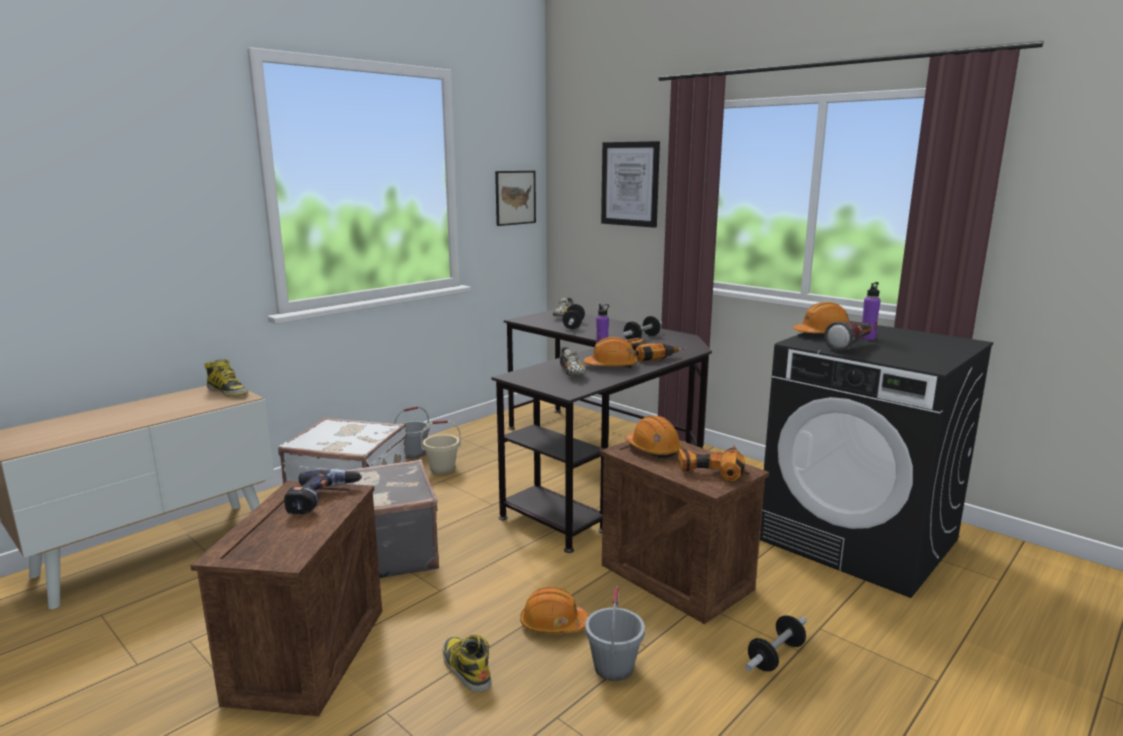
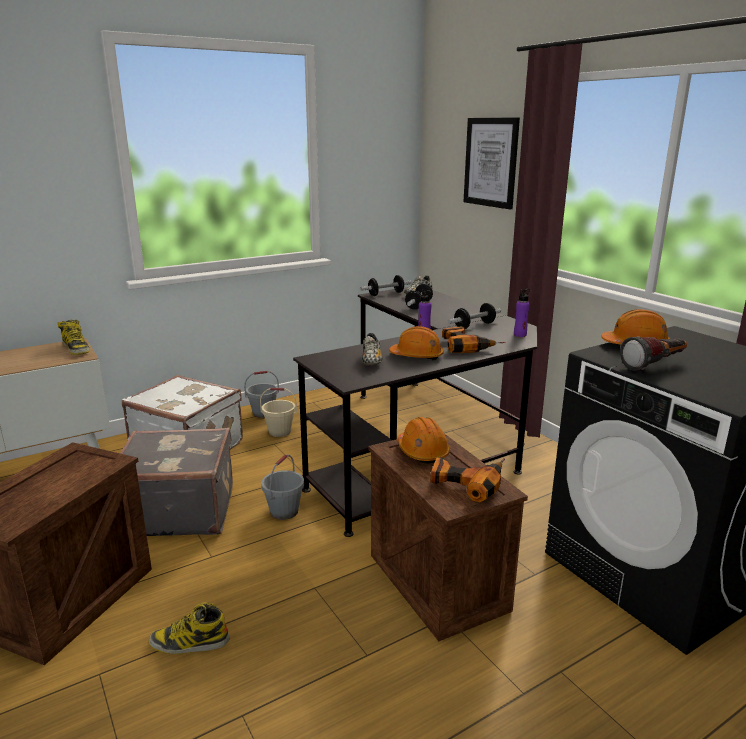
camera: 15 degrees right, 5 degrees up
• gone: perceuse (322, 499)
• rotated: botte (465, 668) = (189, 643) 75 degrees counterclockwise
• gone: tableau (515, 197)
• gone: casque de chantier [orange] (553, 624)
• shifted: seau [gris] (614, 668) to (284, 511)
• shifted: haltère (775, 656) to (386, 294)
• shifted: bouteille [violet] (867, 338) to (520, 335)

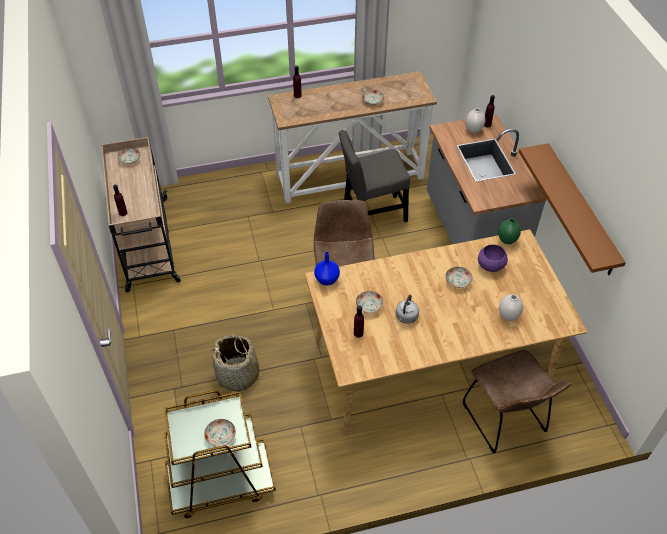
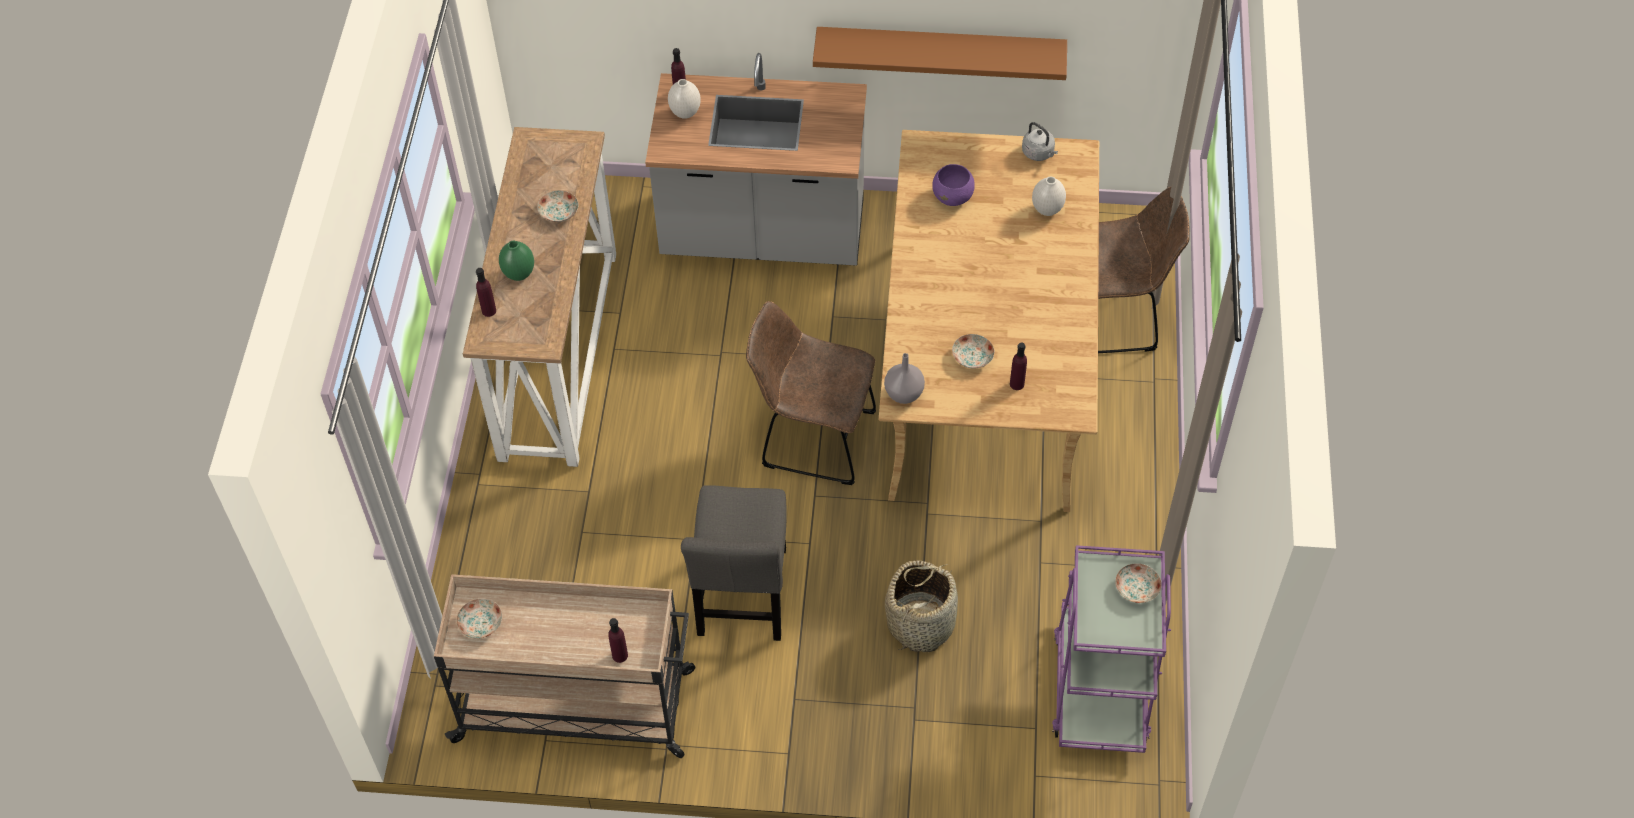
camera: 70 degrees left, 5 degrees up
• repainted: chariot [marron] (220, 482) to chariot [violet] (1100, 687)
• repainted: vase [bleu] (327, 279) to vase [gris] (903, 393)
• shifted: chaise [gris] (371, 214) to (743, 598)
• shifted: bouilloire [gris] (406, 317) to (1039, 153)
• gone: assiette (458, 281)
• shifted: vase [vert] (507, 240) to (518, 274)

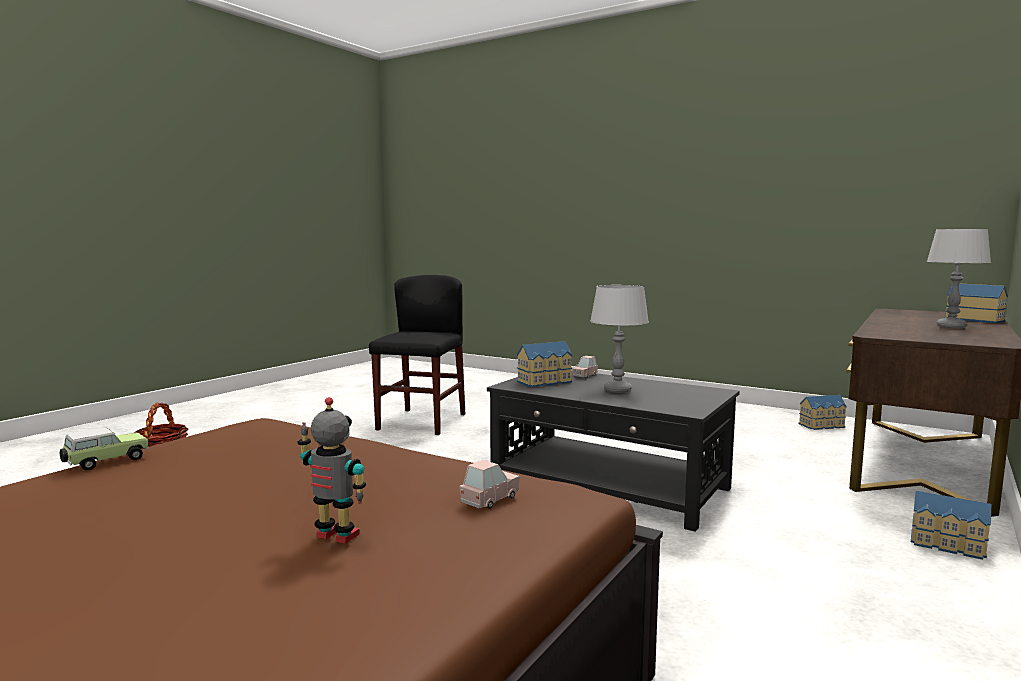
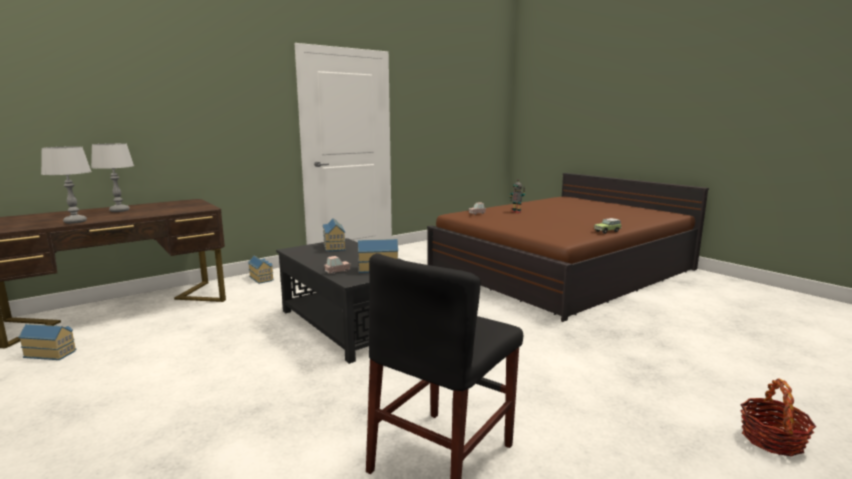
camera: 160 degrees left, 5 degrees up
• shifted: lampe de table [gris] (617, 390) to (75, 222)
• shifted: maison miniature (974, 319) to (333, 247)

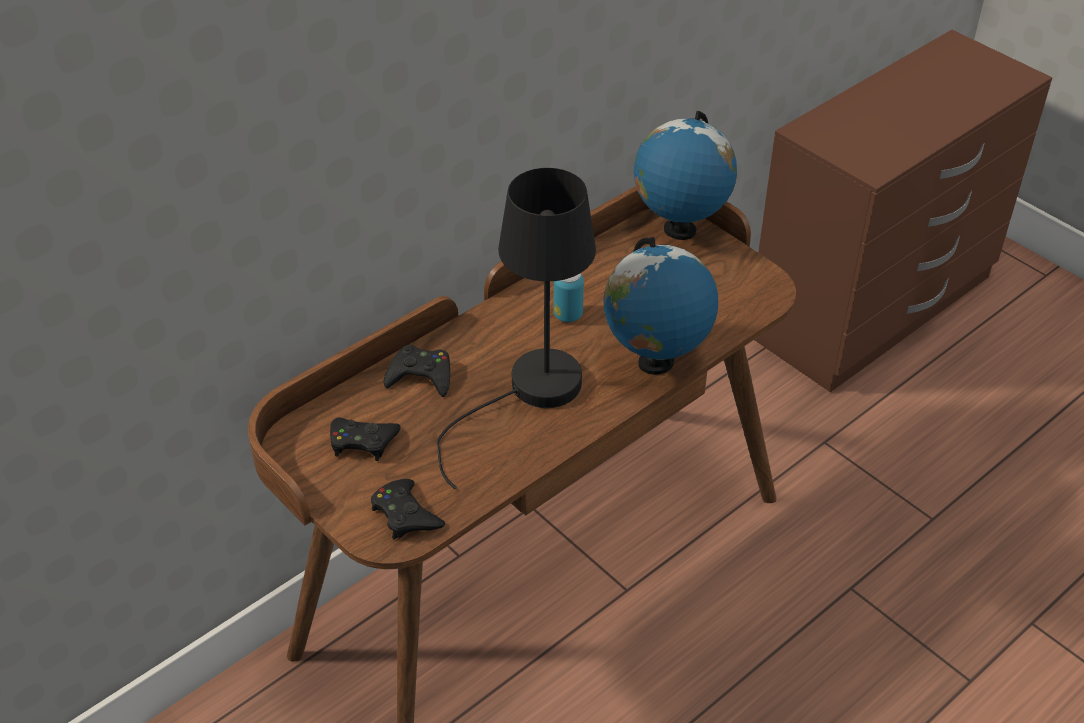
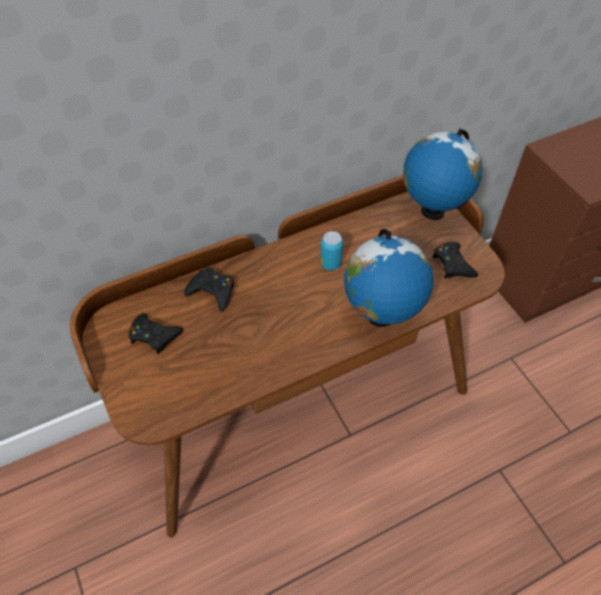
camera: 15 degrees right, 10 degrees up
• shifted: manette [noir] (405, 515) to (453, 264)
• gone: lampe de table [noir] (529, 394)

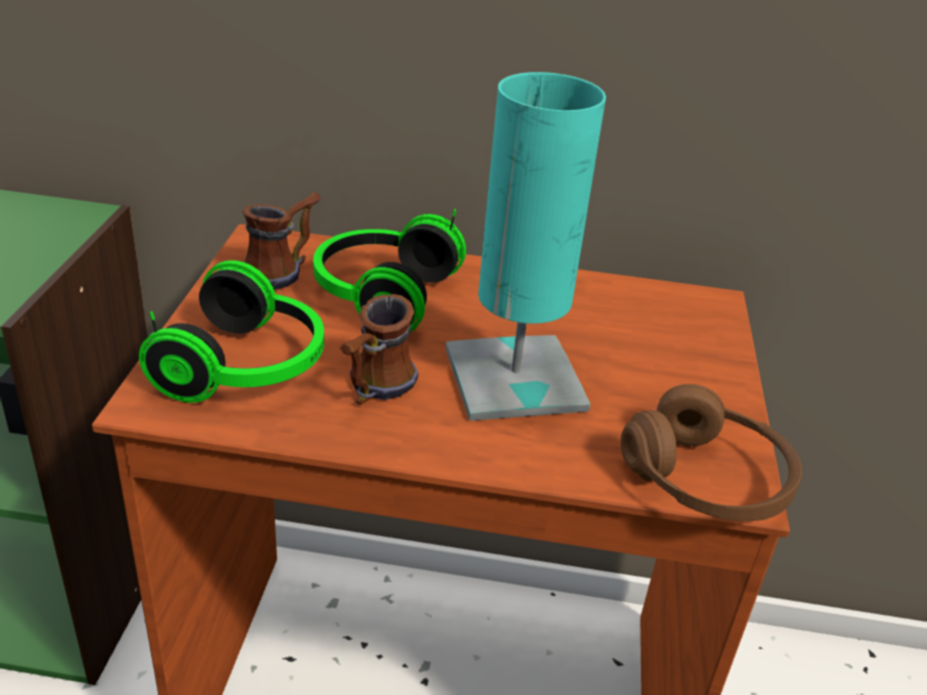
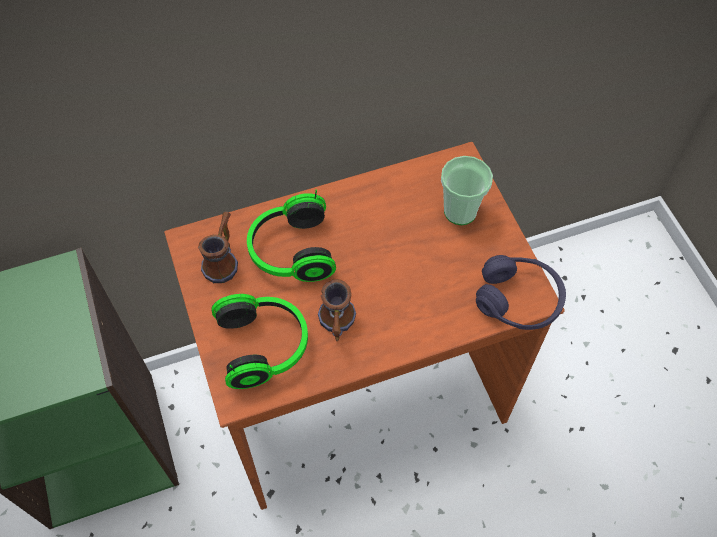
camera: 25 degrees left, 25 degrees up
• gone: lampe de table [turquoise] (514, 379)
• repainted: casque audio [marron] (706, 480) to casque audio [violet] (518, 300)
• new: tasse (460, 211)

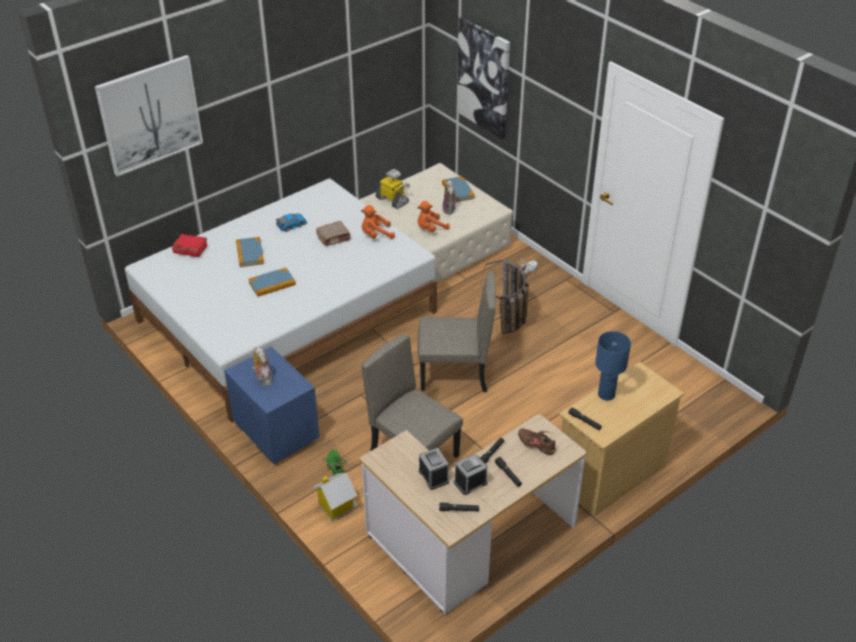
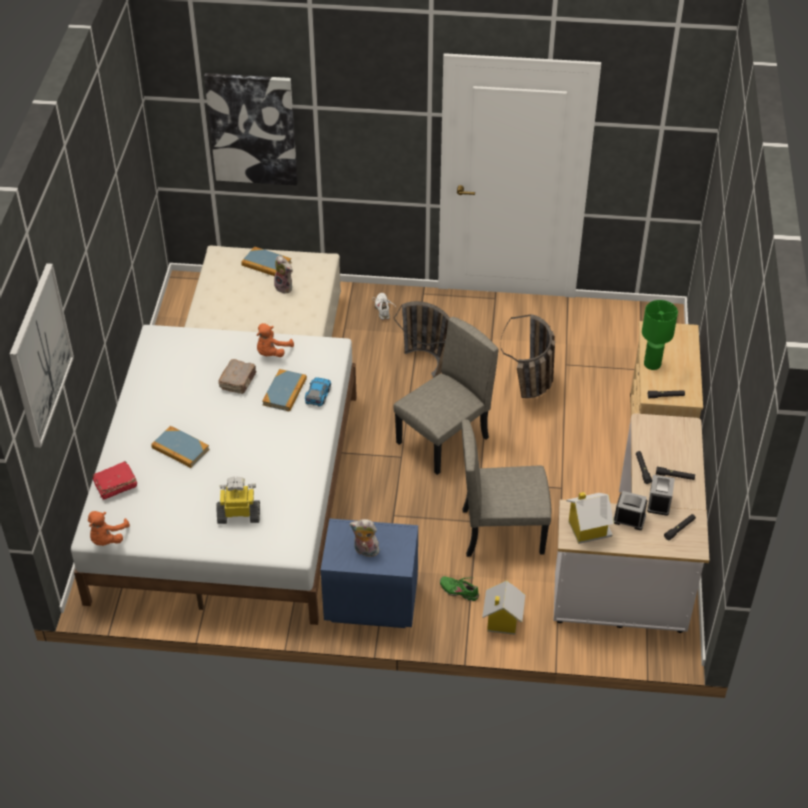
camera: 45 degrees left, 5 degrees up
• shifted: livre (272, 284) to (285, 392)
• shifted: petite voiture (292, 225) to (318, 394)
• shifted: robot jouet (392, 200) to (239, 514)
• shifted: peluche [orange] (430, 229) to (107, 538)
• gone: chaussure [marron] (536, 444)
• repainted: lampe de table [bleu] (606, 394) to lampe de table [vert] (651, 364)
• new: panier (531, 390)
• new: maison miniature (587, 529)

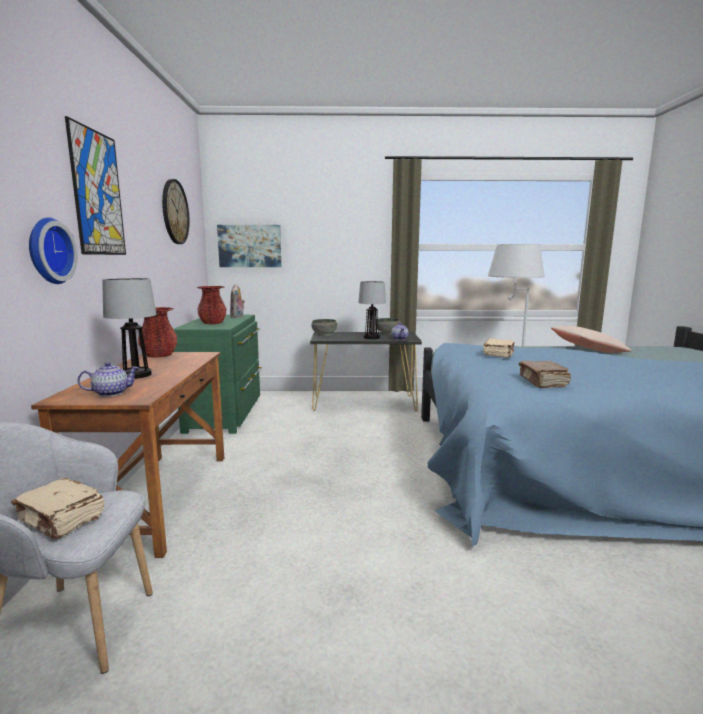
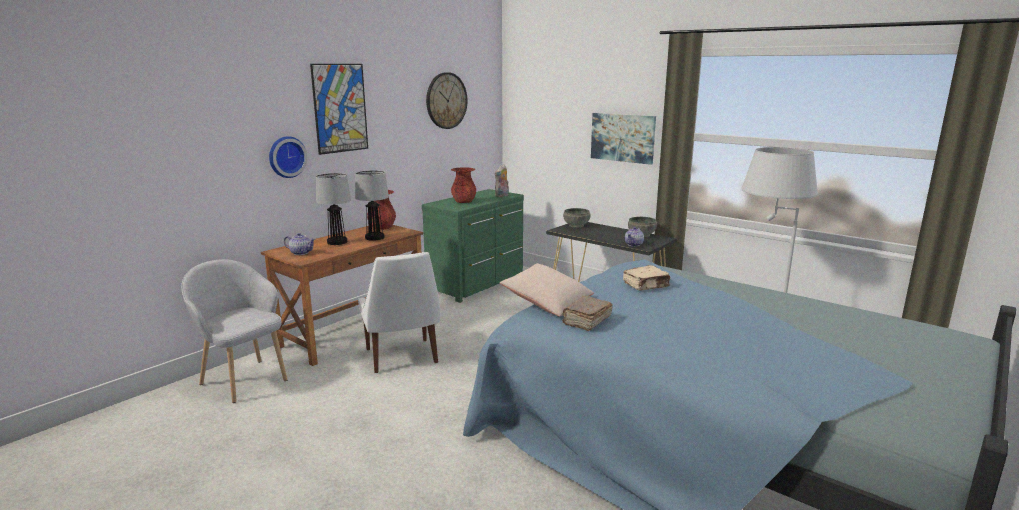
camera: 40 degrees right, 5 degrees up
• gone: livre [beige] (61, 519)
• shifted: tableau (250, 246) to (623, 137)
• shifted: lampe de table (371, 337) to (375, 237)
• shifted: coussin [beige] (587, 350) to (547, 302)
• new: chaise [blanc] (402, 357)

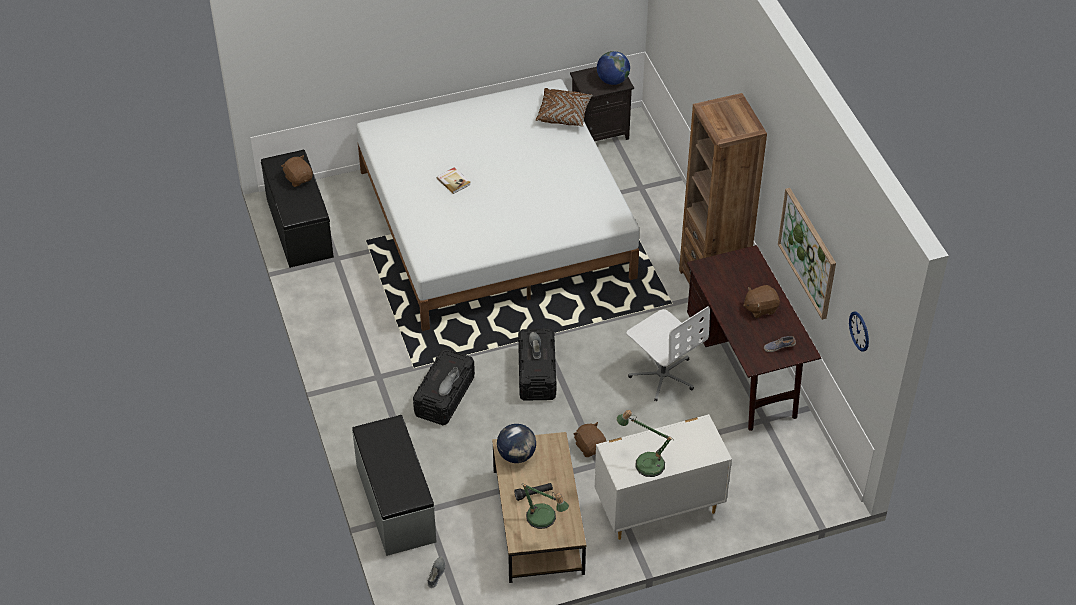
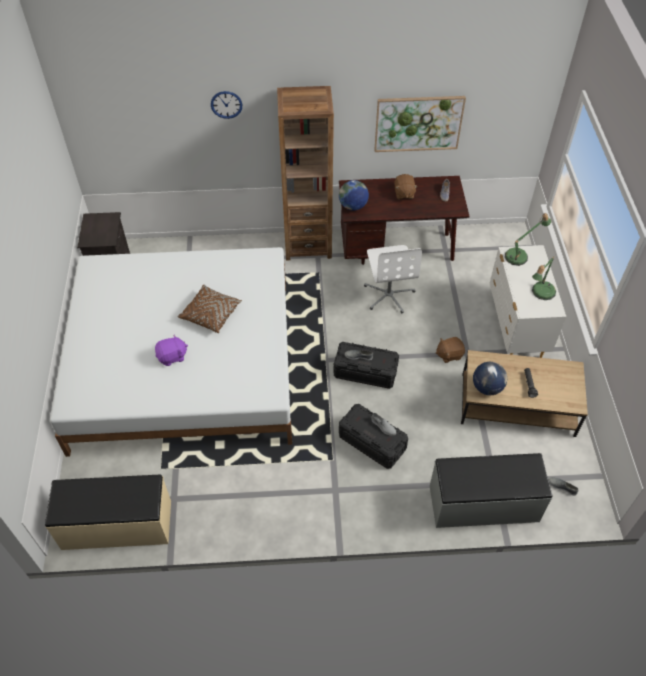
camera: 75 degrees left, 5 degrees up
• repainted: banc [noir] (298, 228) to banc [beige] (117, 525)
• gone: peluche [marron] (299, 178)
• swapped: livre (453, 181) to peluche [violet] (172, 357)
• shifted: lampe de table (544, 520) to (519, 256)
• shifted: coussin [marron] (564, 114) to (211, 314)
• shifted: globe (612, 80) to (353, 206)
• rotated: chaise de bureau [blanc] (663, 375) = (389, 294) 105 degrees clockwise
• shifted: horloge murale (859, 331) to (226, 104)

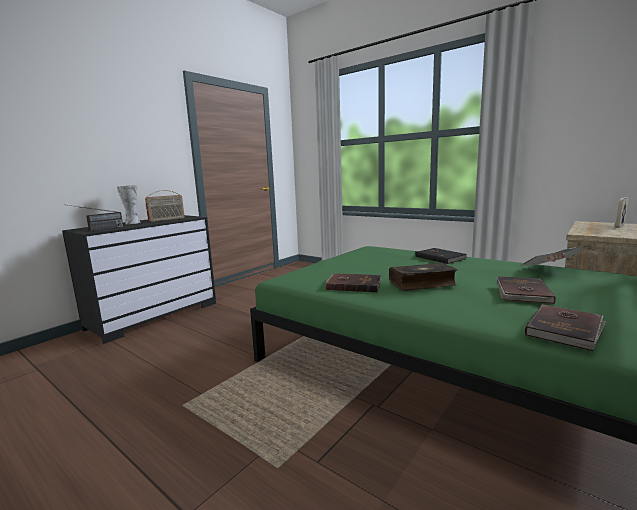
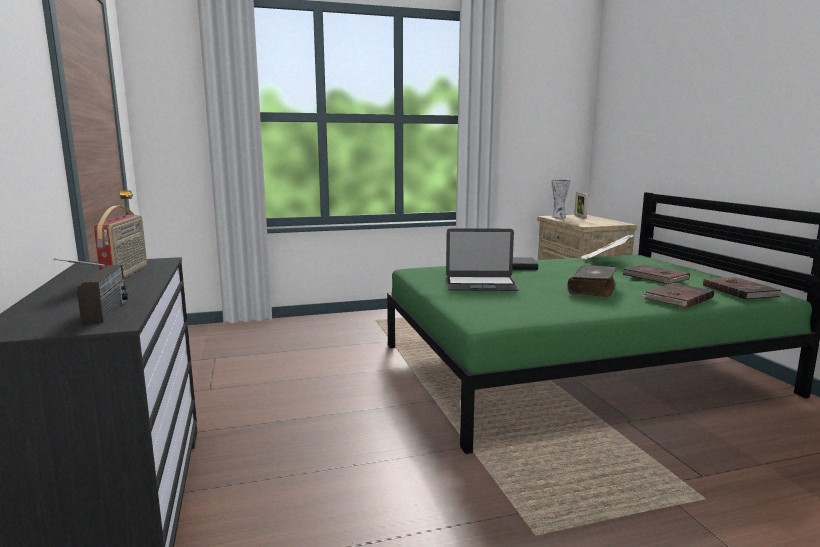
camera: 55 degrees left, 0 degrees up
• shifted: vase (132, 223) to (558, 217)
• shifted: livre [marron] (353, 285) to (677, 298)
• new: ordinateur portable (481, 284)

